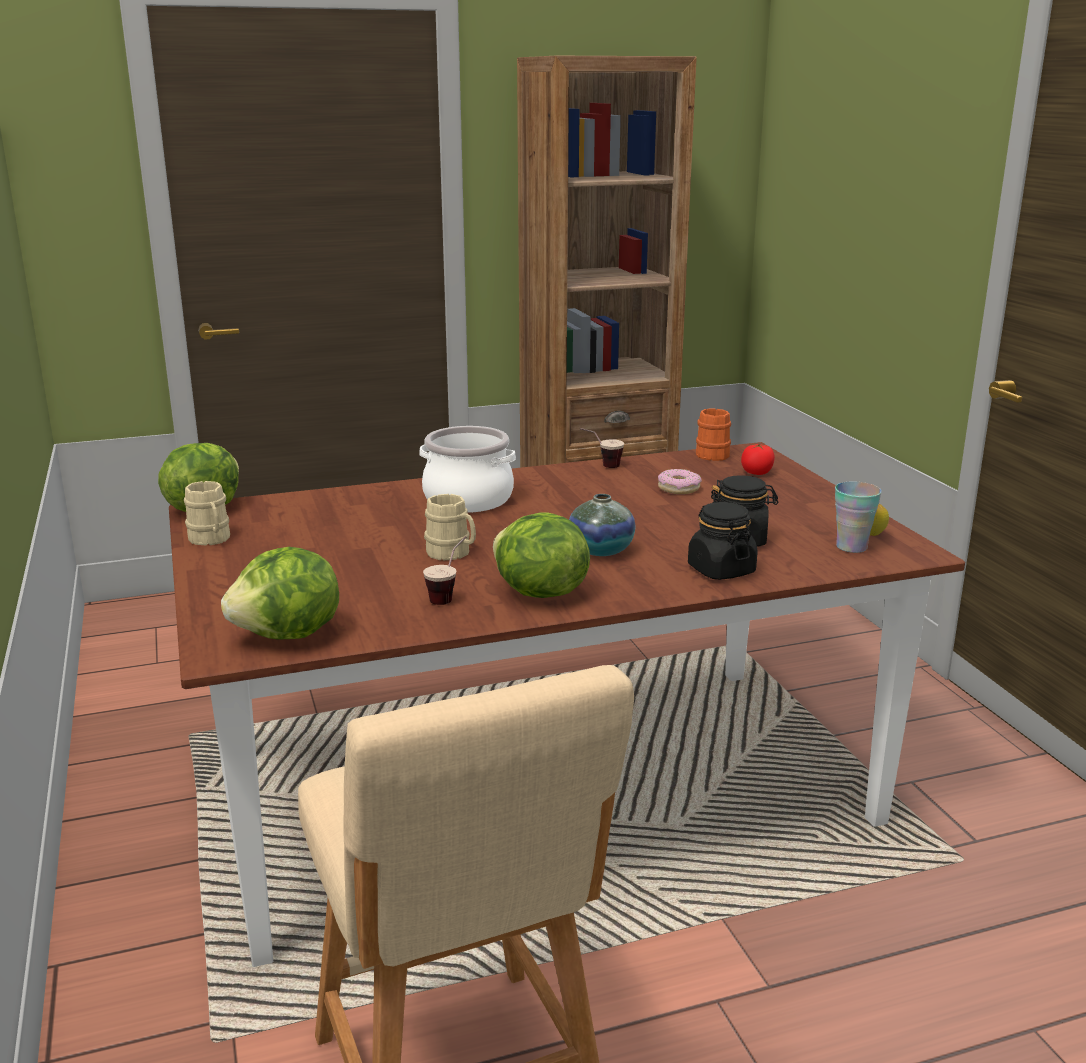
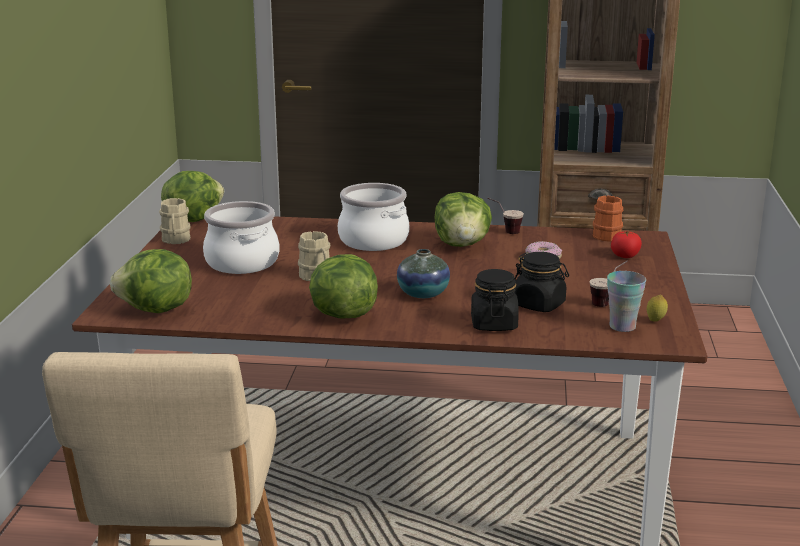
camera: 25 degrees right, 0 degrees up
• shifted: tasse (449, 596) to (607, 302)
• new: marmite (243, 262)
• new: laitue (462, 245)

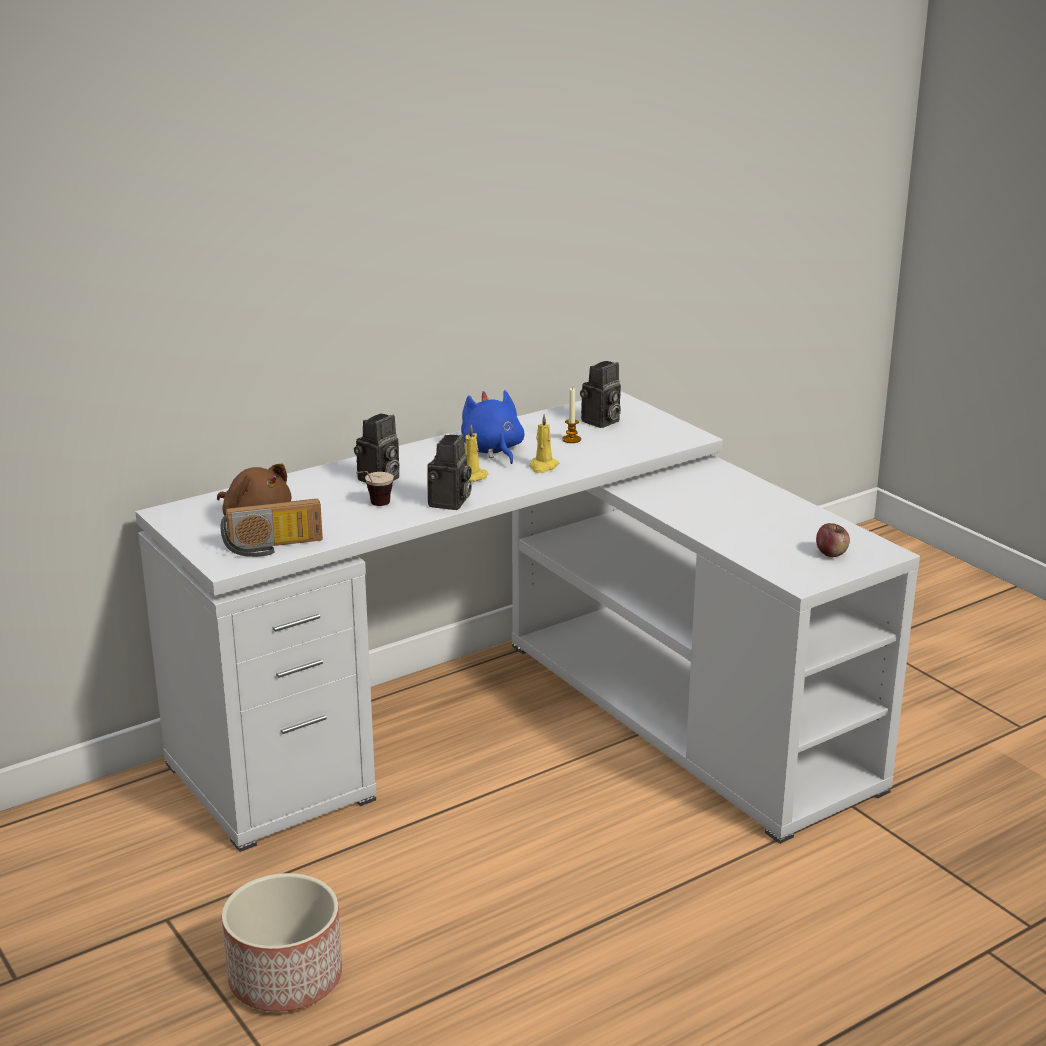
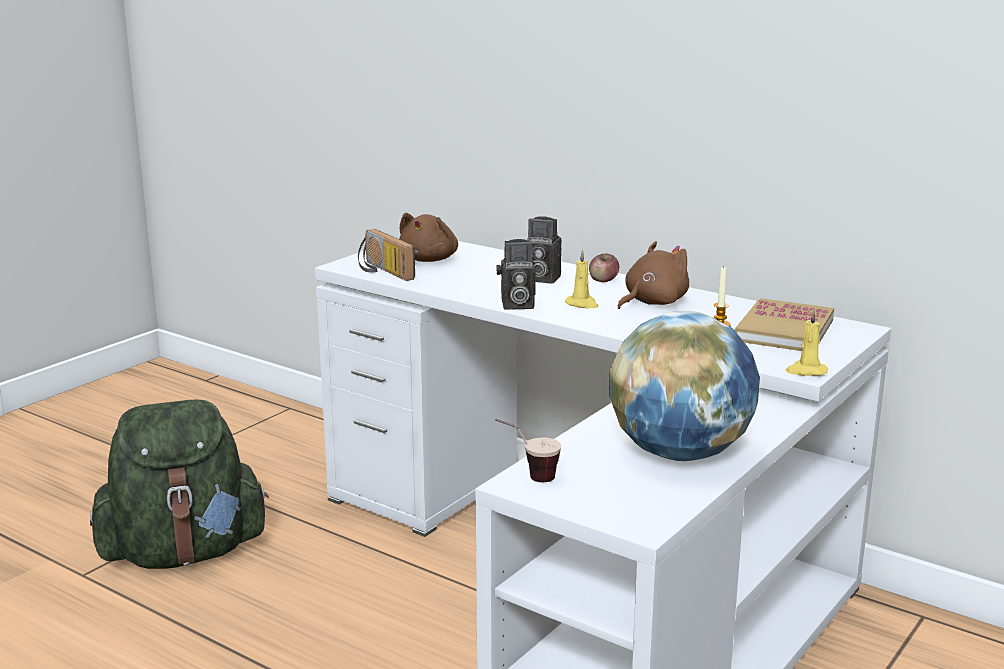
camera: 70 degrees right, 5 degrees down
• swapped: cache-pot (284, 978) to sac à dos [vert] (184, 553)
• shifted: tasse (373, 507) to (527, 476)
• repainted: peluche [bleu] (493, 450) to peluche [marron] (652, 302)
• shifted: bougie [jaune] (543, 466) to (806, 371)
• swapped: appareil photo (601, 422) to livre (784, 330)
• shifted: pomme (831, 553) to (603, 280)
• new: globe (680, 453)

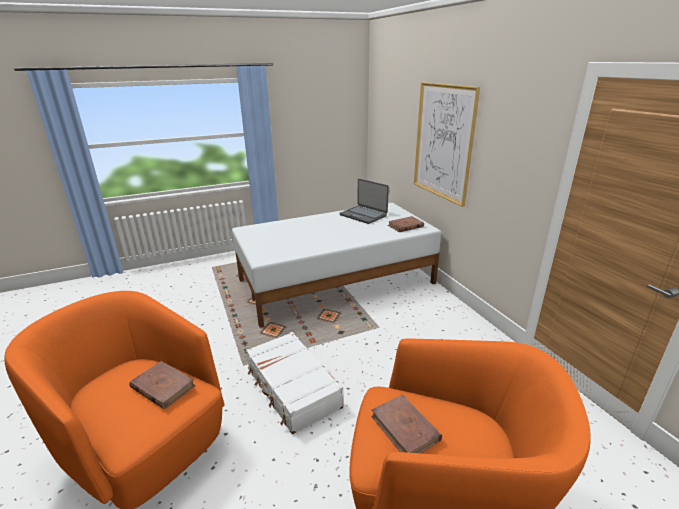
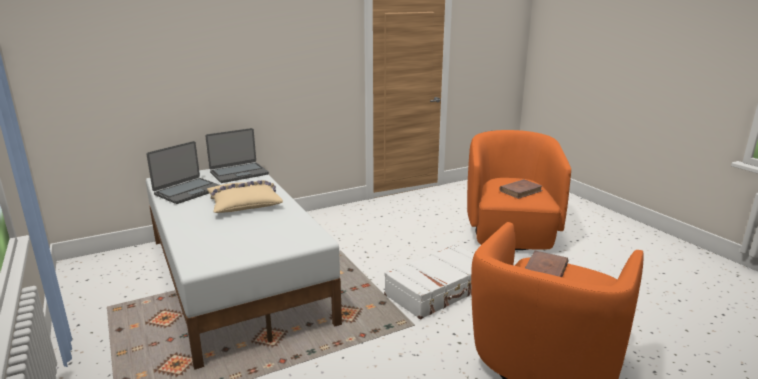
camera: 95 degrees left, 5 degrees down
• swapped: livre [marron] (405, 226) to ordinateur portable (239, 173)
• gone: tableau (443, 142)
• new: coussin [beige] (244, 203)

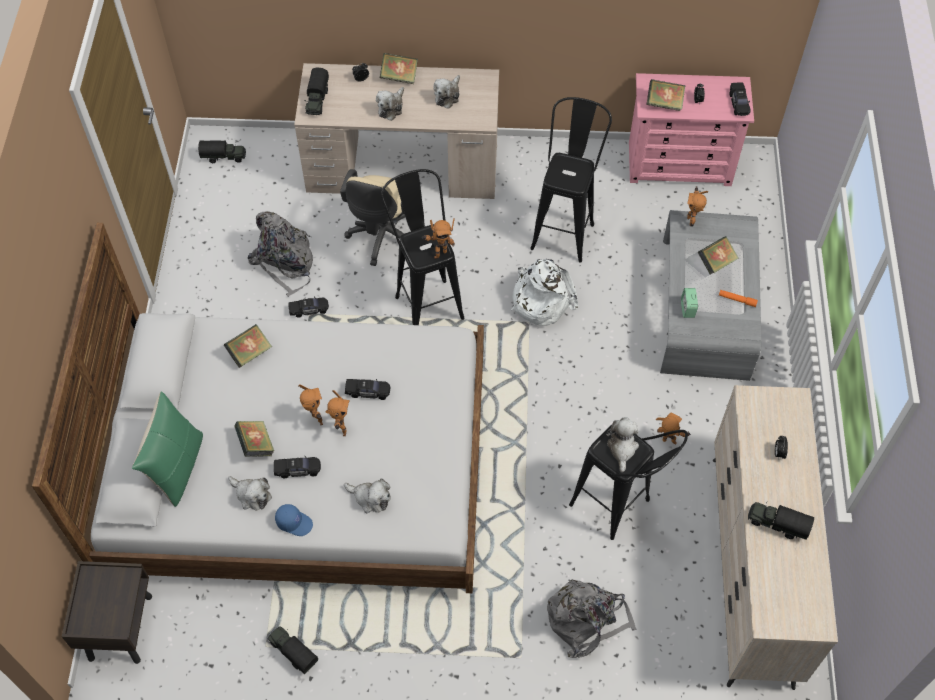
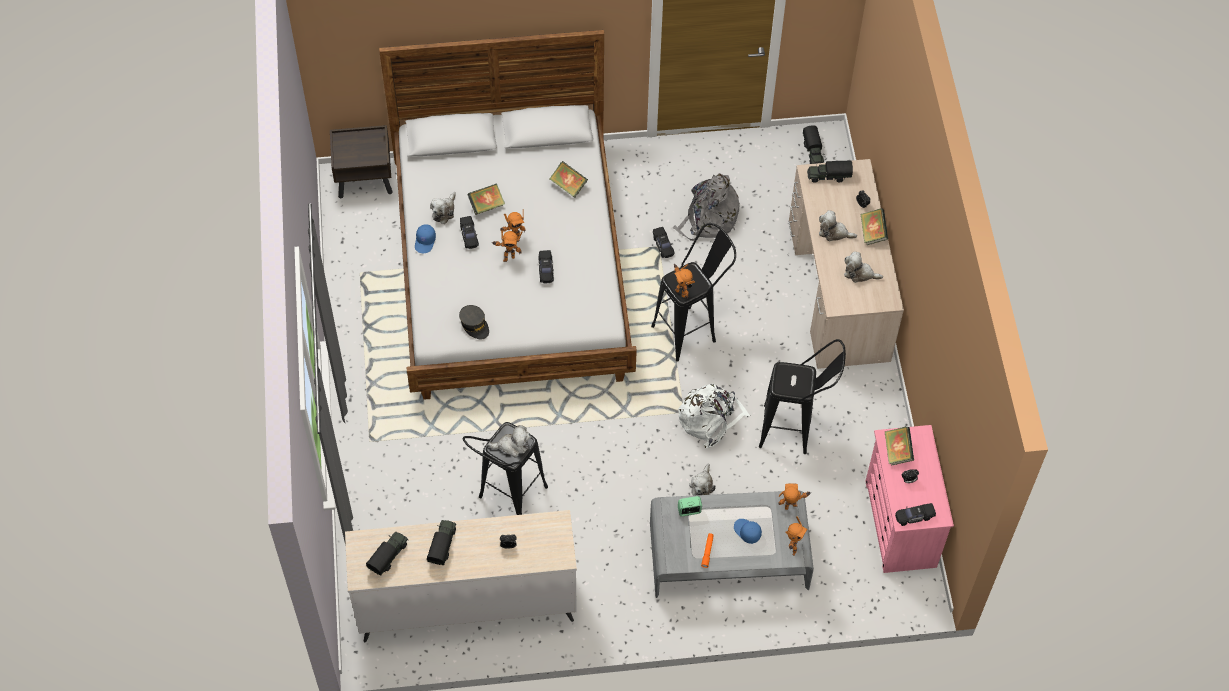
camera: 80 degrees right, 0 degrees up
• gone: coussin [vert] (177, 467)
• shifted: camion jouet (293, 652) to (389, 556)
• gone: chaise de bureau [beige] (383, 238)
• shifted: peluche (370, 498) to (702, 485)
• gone: sac à dos [gris] (586, 620)
• shifted: robot jouet (669, 443) to (792, 549)
• swapped: livre (716, 262) to casquette [bleu] (747, 532)
• new: casquette [gris] (474, 325)

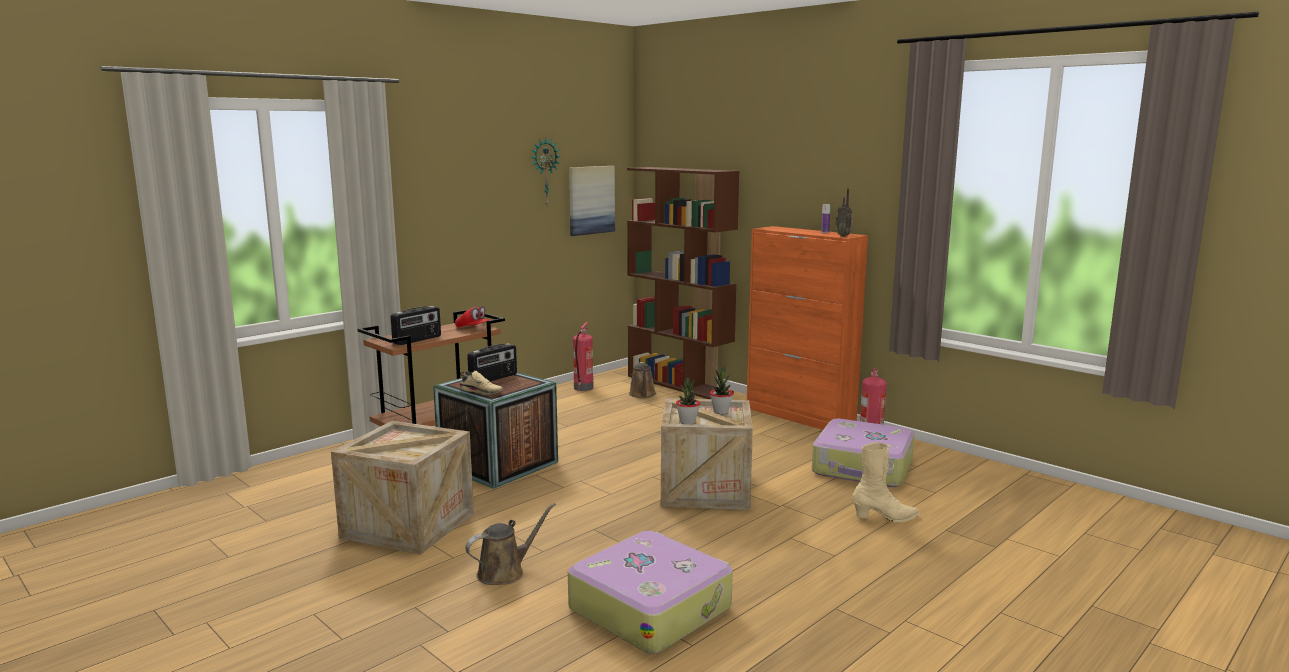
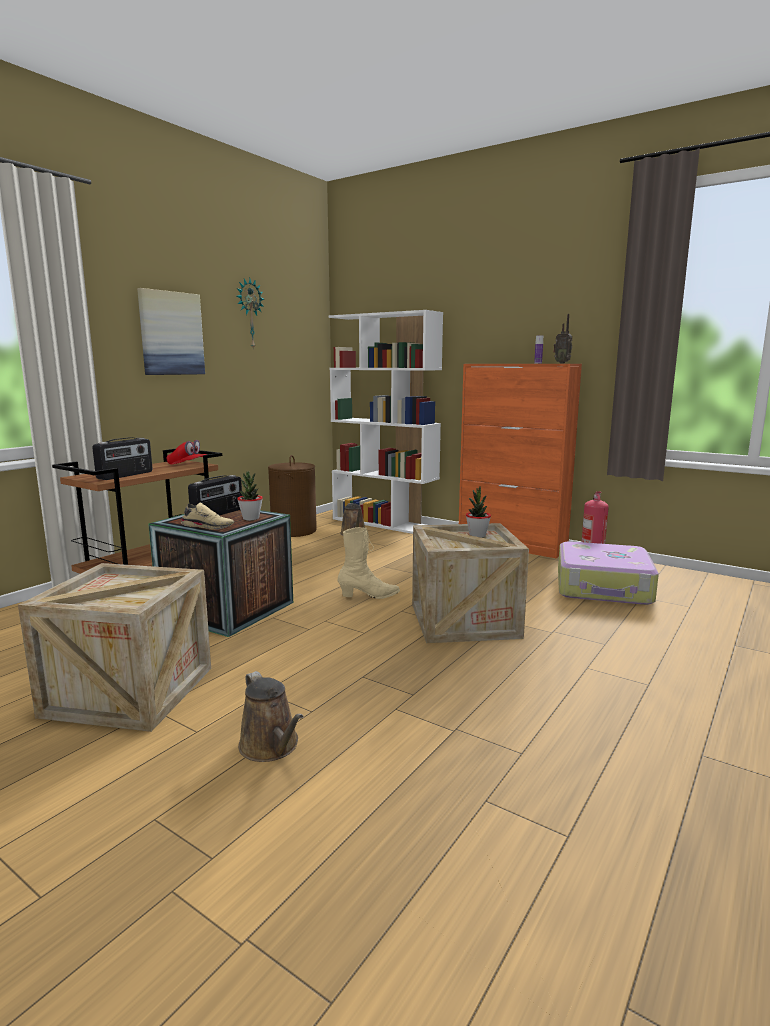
camera: 10 degrees left, 0 degrees up
• rotated: arrosoir [marron] (505, 572) = (271, 747) 105 degrees clockwise
• gone: valise (650, 607)
• shifted: tableau (591, 200) to (171, 333)
• swapped: extincteur (583, 388) to panier à linge [marron] (294, 531)
• repainted: bibliothèque [marron] (680, 384) to bibliothèque [blanc] (385, 523)
• shifted: plante en pot (687, 422) to (251, 518)
• shifted: botte [beige] (885, 518) to (369, 596)

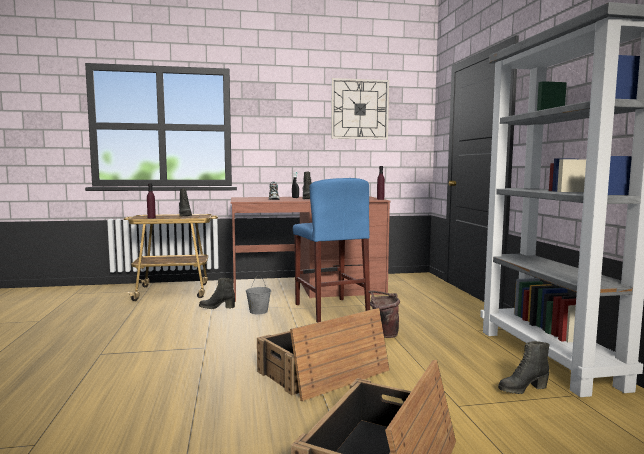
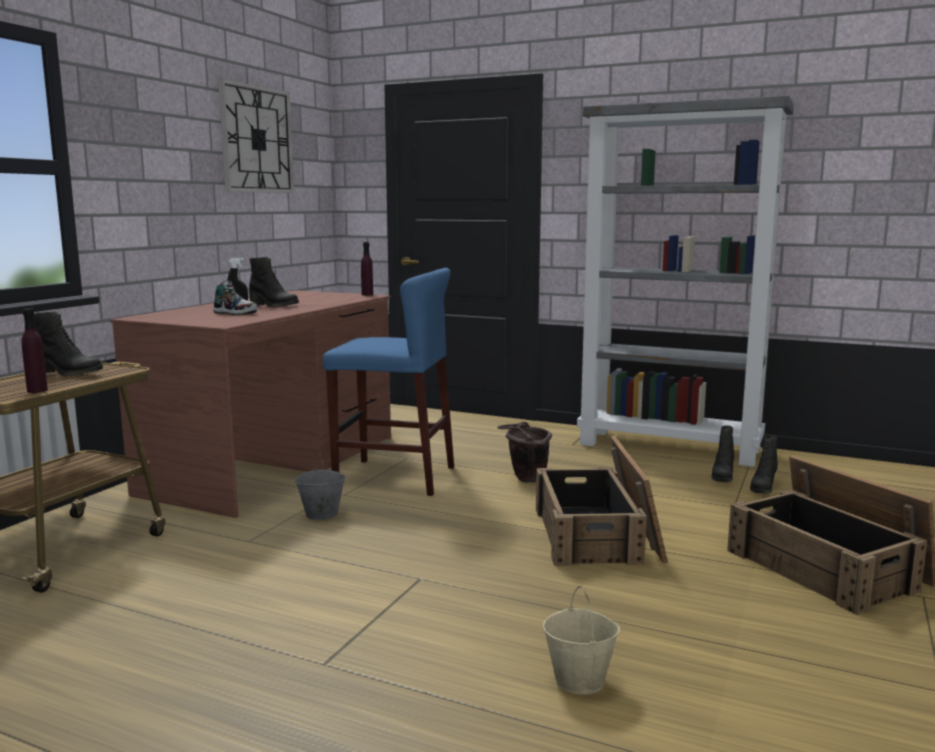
camera: 55 degrees left, 5 degrees up
• shifted: botte [noir] (217, 307) to (762, 488)
• new: seau [beige] (580, 680)

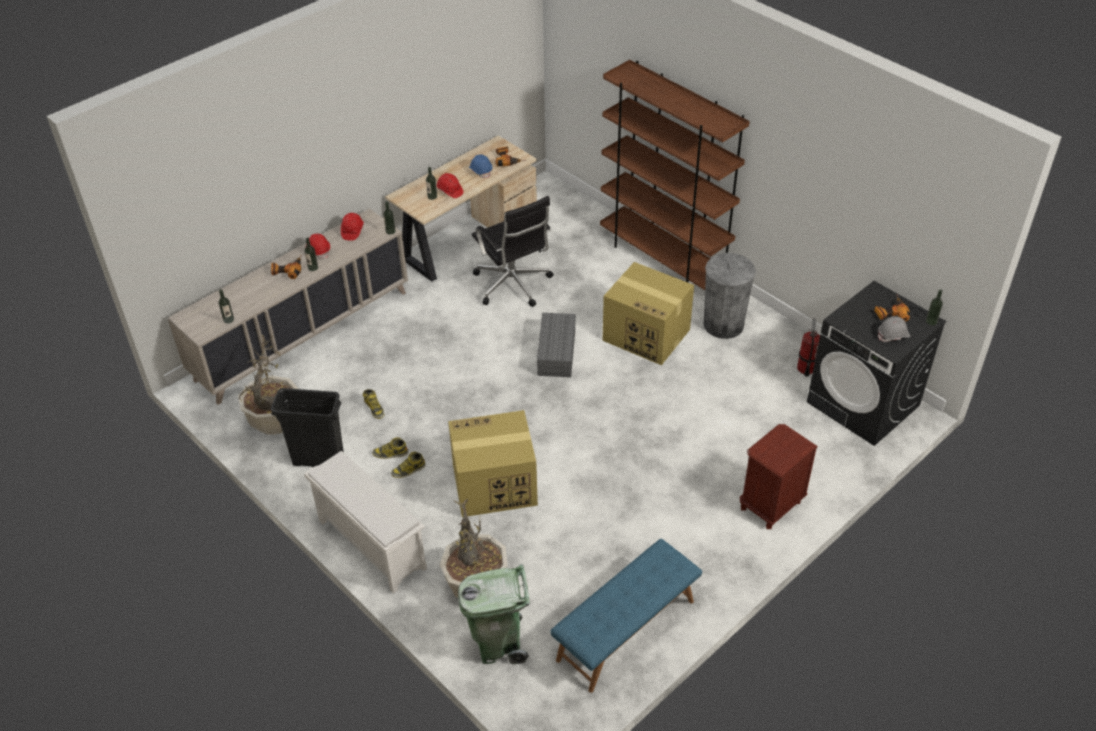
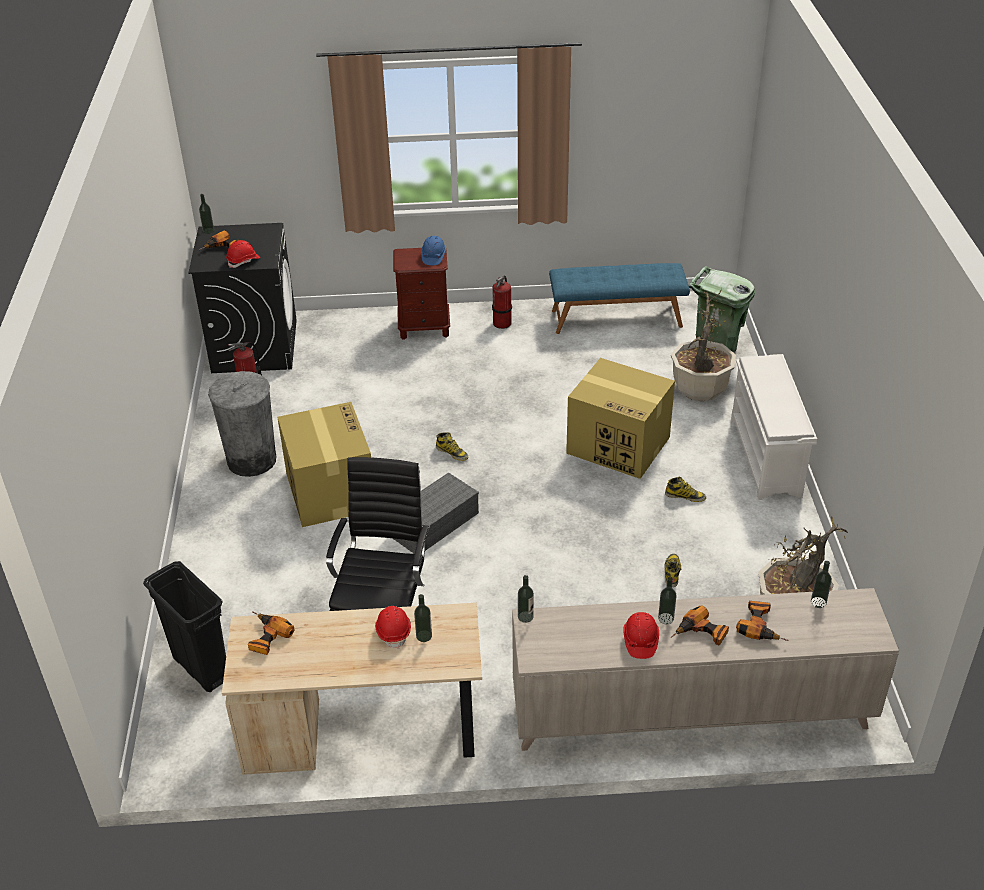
camera: 140 degrees left, 5 degrees down
• shifted: poubelle [noir] (318, 460) to (202, 669)
• shifted: casque de chantier [rouge] (352, 231) to (243, 261)
• shifted: botte (390, 453) to (452, 452)
• shifted: casque de chantier [bleu] (480, 171) to (433, 257)
• gone: bibliothèque [marron] (663, 260)
• gone: casque de chantier [gris] (893, 335)
• new: extincteur (502, 323)
• new: perceuse (761, 626)

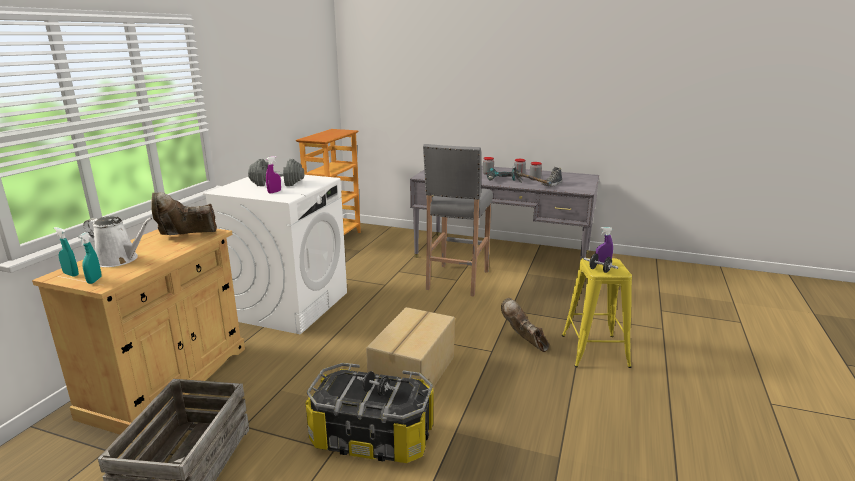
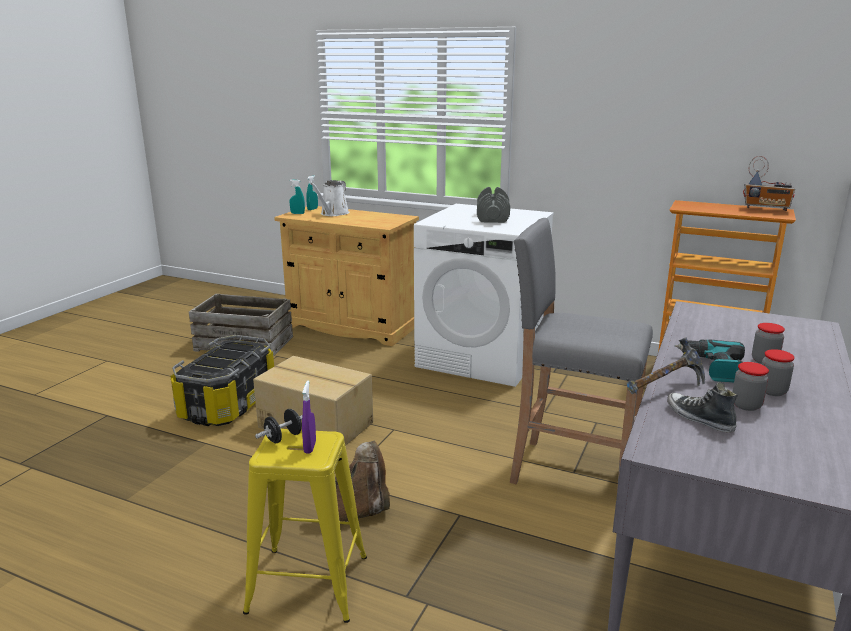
camera: 95 degrees right, 0 degrees up
• gone: botte [marron] (186, 237)
• gone: vaporisateur [violet] (274, 192)
• gone: haltère [noir] (376, 392)
• new: radio (766, 209)

